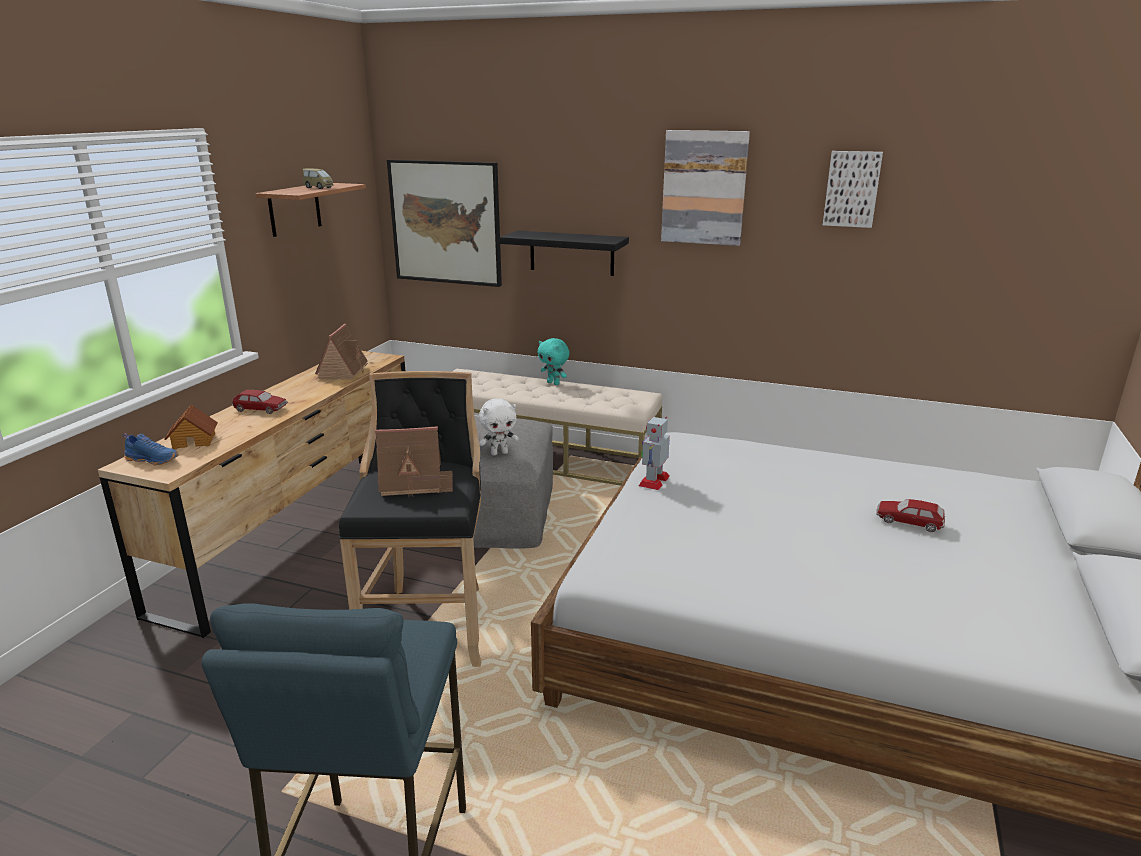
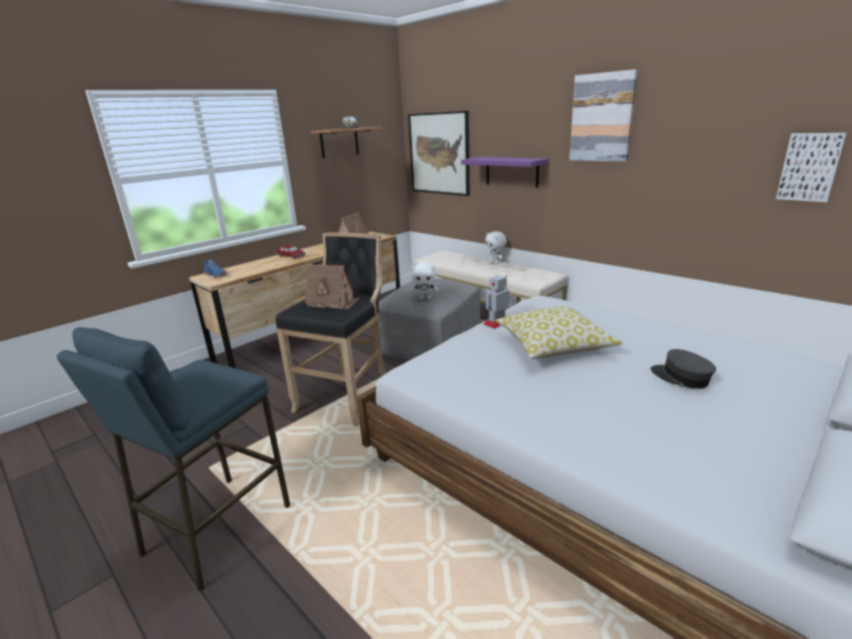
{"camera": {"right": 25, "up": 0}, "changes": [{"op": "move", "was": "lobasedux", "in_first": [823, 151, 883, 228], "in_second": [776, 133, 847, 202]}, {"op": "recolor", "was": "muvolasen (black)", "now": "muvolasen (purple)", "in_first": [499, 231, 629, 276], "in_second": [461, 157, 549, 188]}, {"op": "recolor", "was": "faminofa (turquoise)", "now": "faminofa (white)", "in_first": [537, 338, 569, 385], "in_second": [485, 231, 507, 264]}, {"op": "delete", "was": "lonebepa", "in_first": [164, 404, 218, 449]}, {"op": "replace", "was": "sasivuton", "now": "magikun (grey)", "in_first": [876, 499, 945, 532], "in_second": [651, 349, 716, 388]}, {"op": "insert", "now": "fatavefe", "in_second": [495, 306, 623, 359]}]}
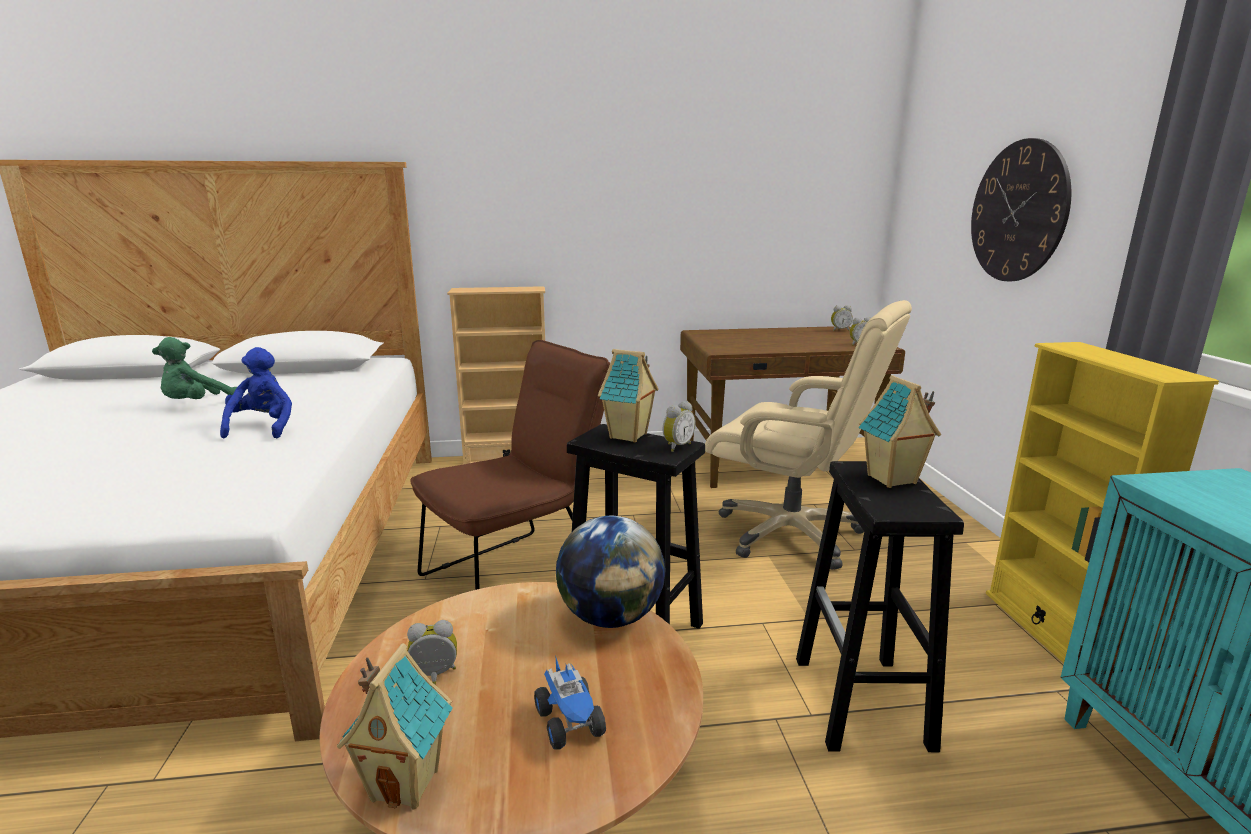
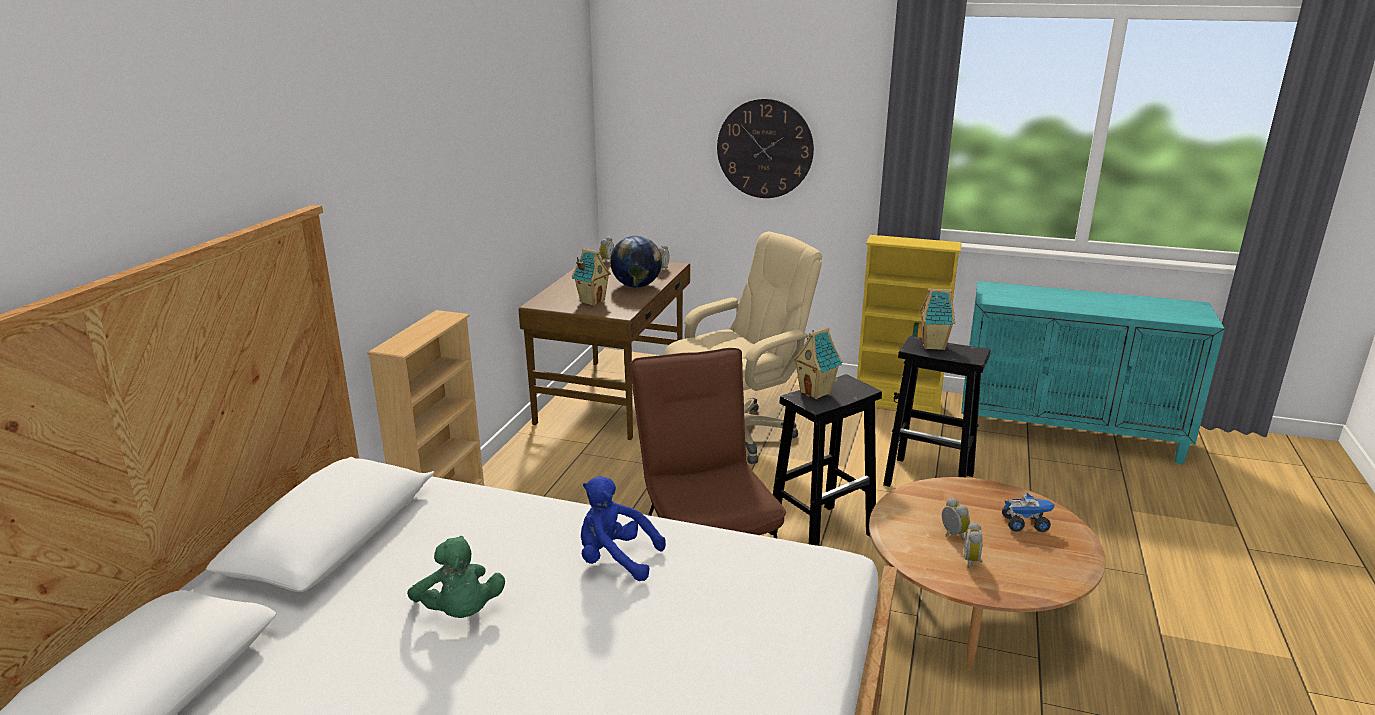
{"camera": {"right": -65, "up": 5}, "changes": [{"op": "move", "was": "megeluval", "in_first": [663, 401, 696, 452], "in_second": [942, 497, 970, 540]}, {"op": "move", "was": "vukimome", "in_first": [556, 516, 665, 628], "in_second": [610, 236, 662, 288]}, {"op": "move", "was": "lonebepa", "in_first": [337, 643, 453, 810], "in_second": [572, 248, 611, 306]}]}
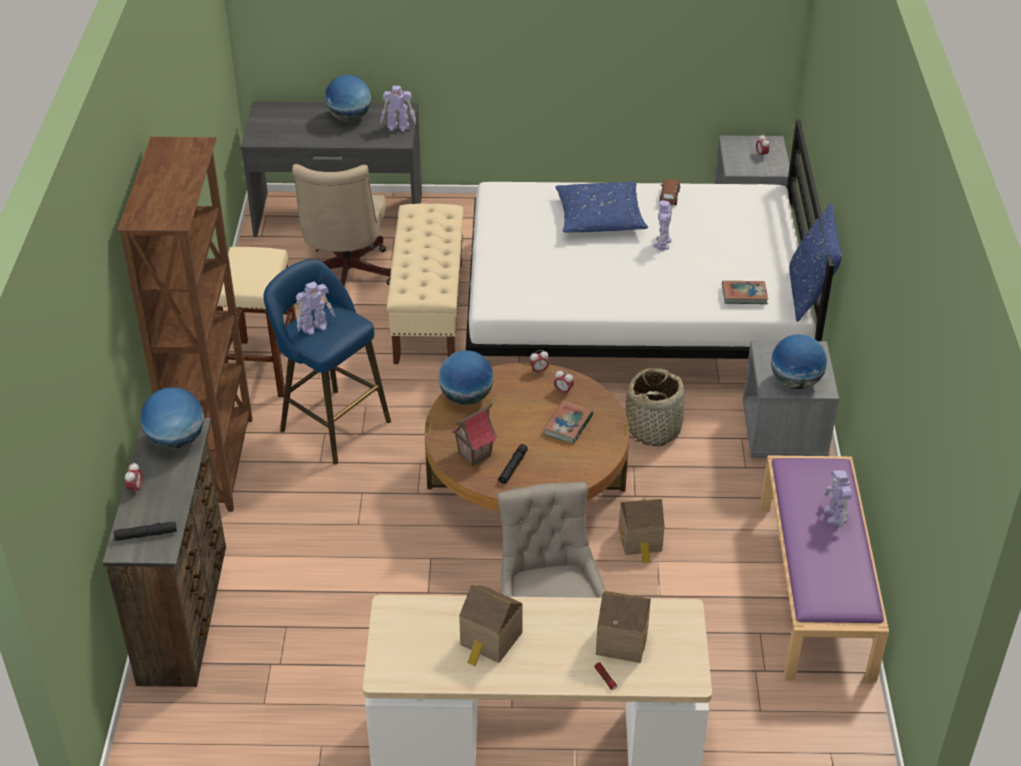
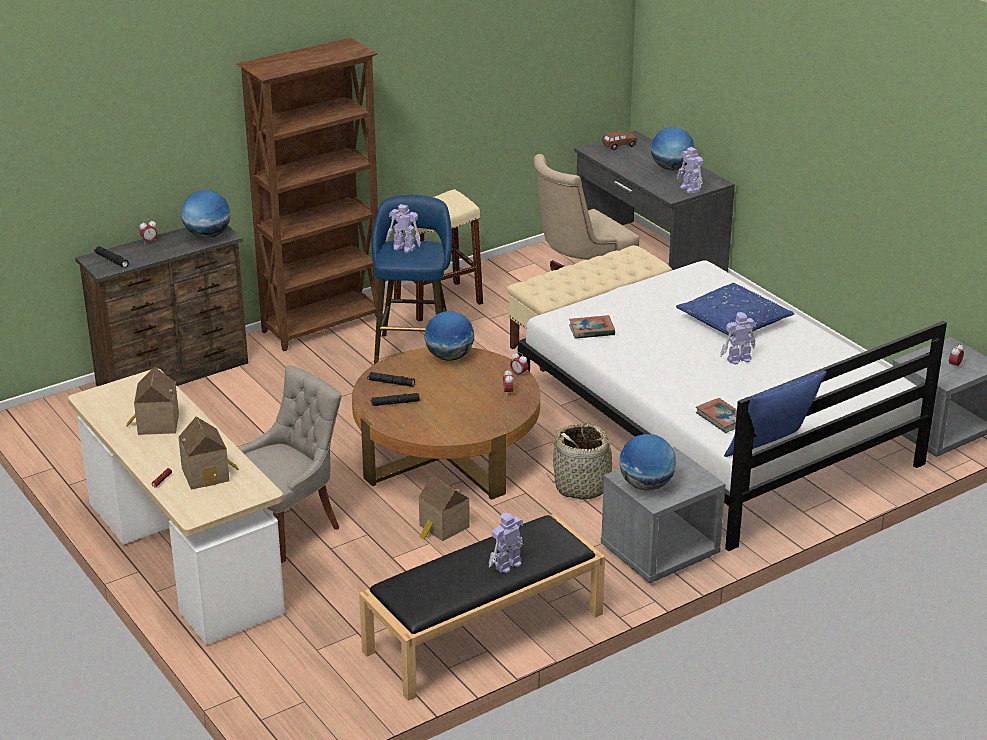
{"camera": {"right": 55, "up": -10}, "changes": [{"op": "move", "was": "sasivuton (brown)", "in_first": [659, 179, 681, 205], "in_second": [602, 131, 637, 150]}, {"op": "move", "was": "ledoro", "in_first": [543, 401, 593, 444], "in_second": [569, 315, 615, 339]}, {"op": "replace", "was": "lonebepa", "now": "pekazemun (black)", "in_first": [451, 403, 497, 466], "in_second": [367, 372, 415, 387]}, {"op": "recolor", "was": "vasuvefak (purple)", "now": "vasuvefak (black)", "in_first": [760, 455, 889, 682], "in_second": [359, 514, 605, 701]}]}
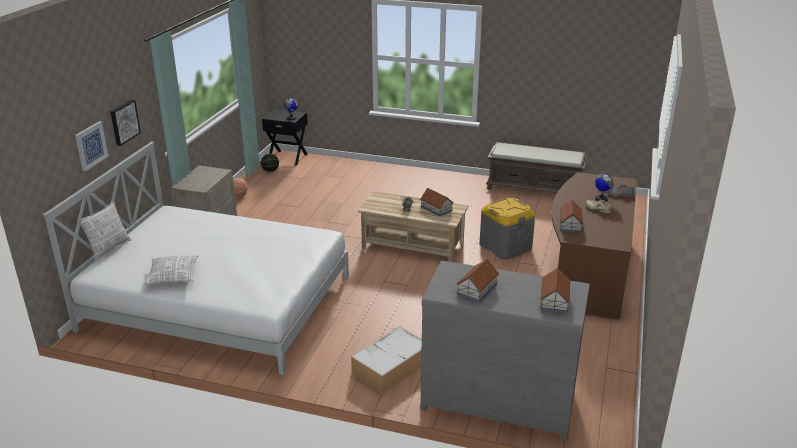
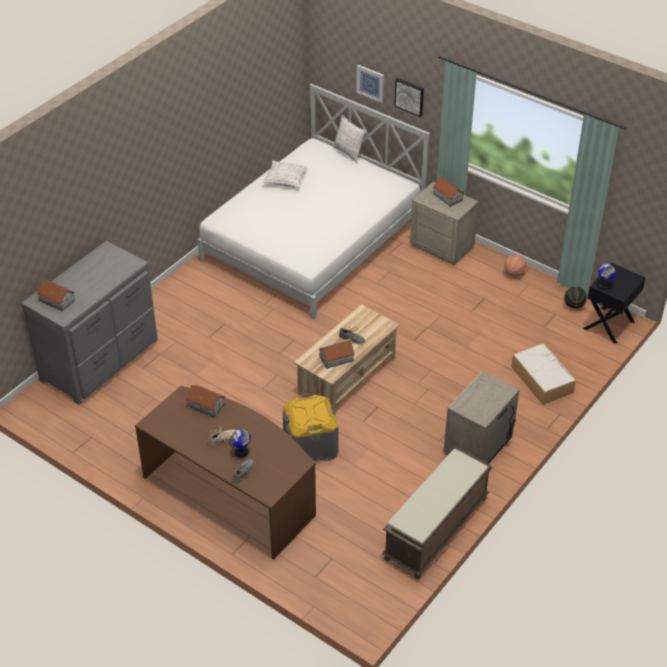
{"camera": {"right": 110, "up": 15}, "changes": [{"op": "move", "was": "lonebepa", "in_first": [456, 259, 499, 302], "in_second": [433, 176, 465, 207]}, {"op": "move", "was": "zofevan", "in_first": [351, 326, 422, 394], "in_second": [511, 343, 576, 405]}, {"op": "insert", "now": "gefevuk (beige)", "in_second": [444, 371, 520, 464]}]}
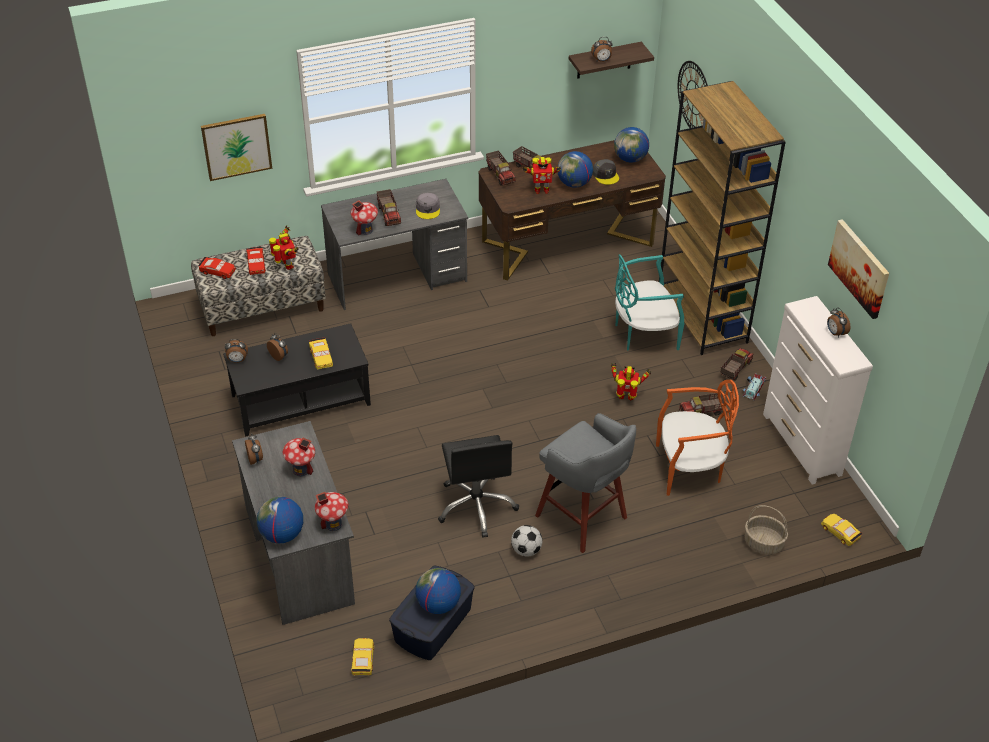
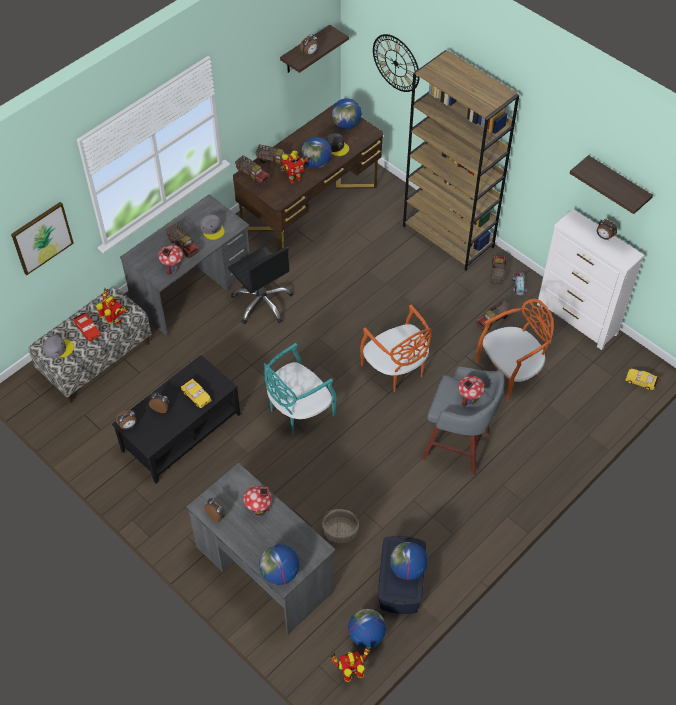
{"camera": {"right": -25, "up": 10}, "changes": [{"op": "replace", "was": "lobasedux", "now": "muvolasen", "in_first": [828, 219, 889, 319], "in_second": [569, 155, 653, 214]}, {"op": "move", "was": "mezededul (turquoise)", "in_first": [615, 254, 684, 351], "in_second": [263, 343, 337, 434]}, {"op": "replace", "was": "sasivuton (red)", "now": "magikun (grey)", "in_first": [198, 257, 236, 279], "in_second": [43, 336, 74, 358]}, {"op": "move", "was": "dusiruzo", "in_first": [611, 363, 652, 400], "in_second": [330, 646, 371, 682]}, {"op": "move", "was": "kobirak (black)", "in_first": [438, 435, 519, 538], "in_second": [228, 247, 293, 324]}, {"op": "move", "was": "lonebepa", "in_first": [315, 492, 348, 531], "in_second": [458, 376, 485, 406]}, {"op": "move", "was": "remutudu", "in_first": [745, 505, 788, 555], "in_second": [322, 509, 359, 543]}, {"op": "delete", "was": "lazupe", "in_first": [511, 525, 542, 557]}, {"op": "replace", "was": "sasivuton (yellow)", "now": "vukimome", "in_first": [351, 638, 374, 675], "in_second": [348, 609, 386, 648]}, {"op": "insert", "now": "mezededul (orange)", "in_second": [360, 304, 432, 392]}]}
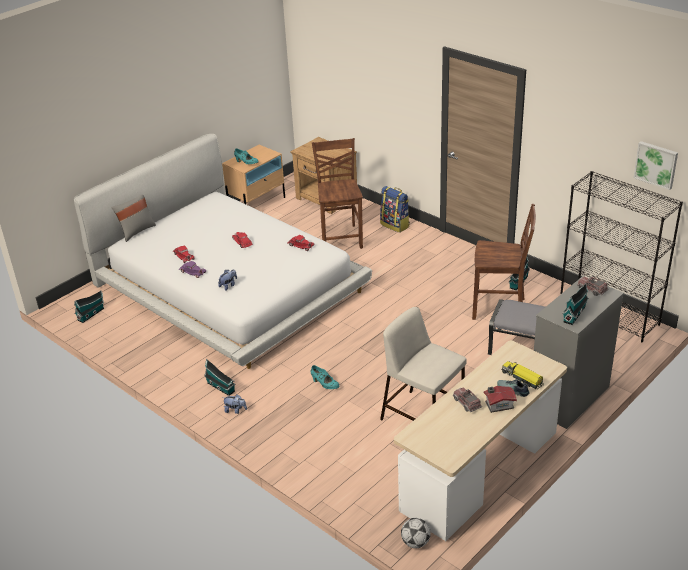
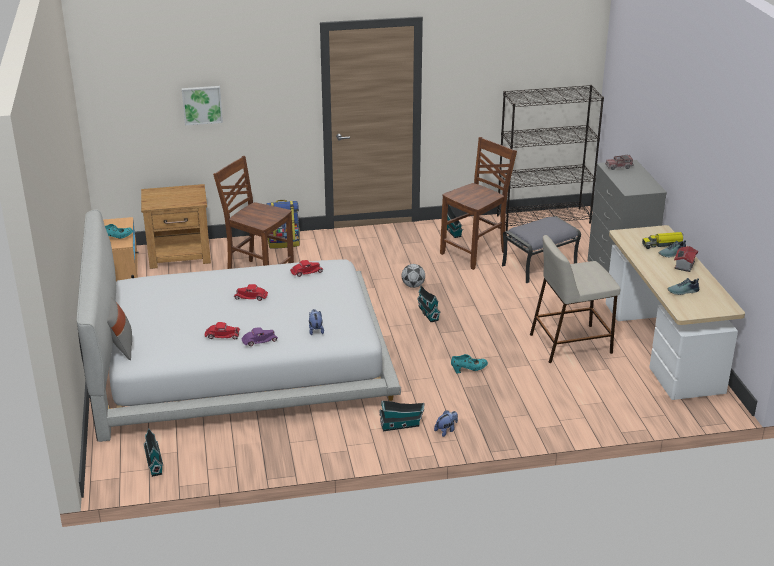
{"camera": {"right": -55, "up": -5}, "changes": [{"op": "move", "was": "lobasedux", "in_first": [633, 141, 678, 190], "in_second": [182, 86, 223, 125]}, {"op": "move", "was": "lonebepa", "in_first": [562, 283, 589, 325], "in_second": [417, 285, 441, 322]}, {"op": "delete", "was": "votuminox", "in_first": [453, 387, 482, 412]}, {"op": "move", "was": "lazupe", "in_first": [401, 518, 431, 548], "in_second": [402, 264, 425, 288]}, {"op": "insert", "now": "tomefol", "in_second": [668, 278, 699, 295]}]}
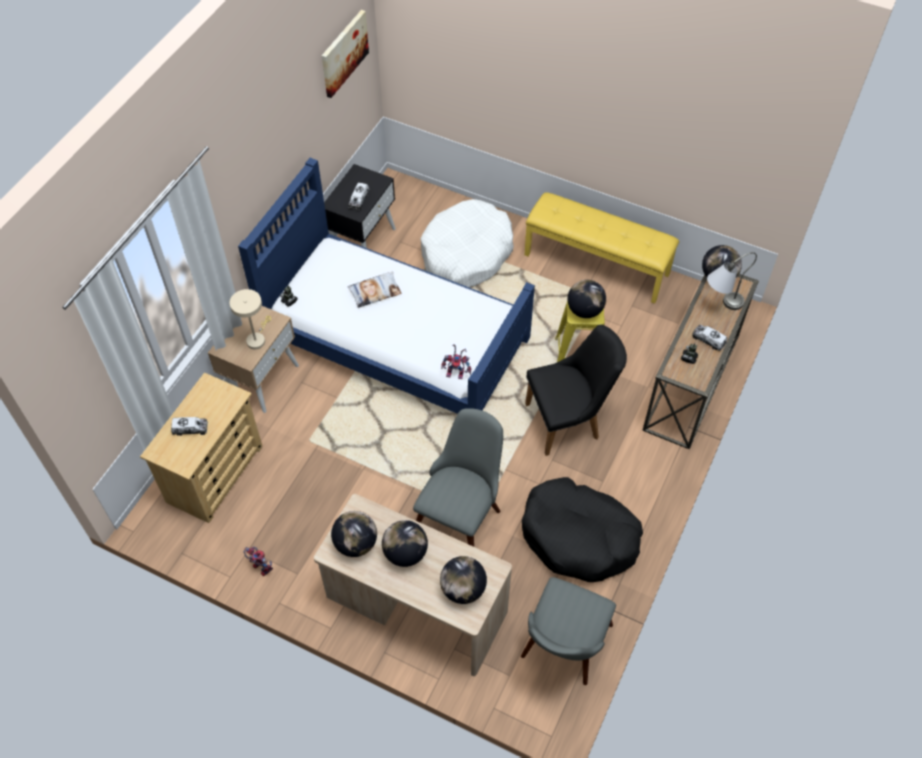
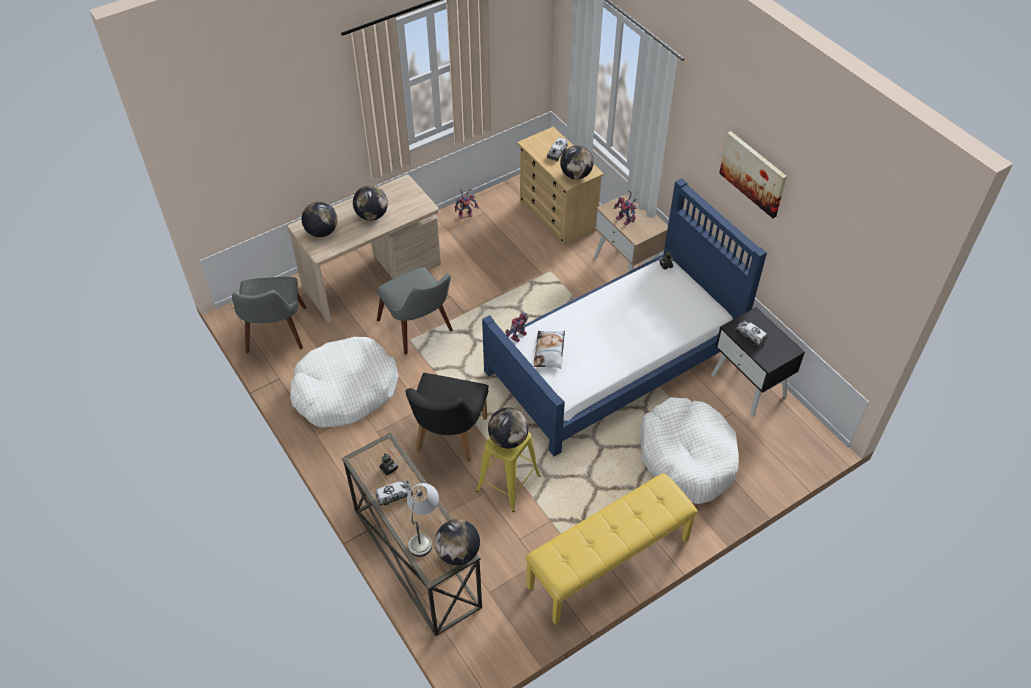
{"camera": {"right": 120, "up": -5}, "changes": [{"op": "move", "was": "lobasedux", "in_first": [322, 10, 369, 98], "in_second": [719, 131, 787, 218]}, {"op": "move", "was": "fatavefe", "in_first": [348, 272, 401, 308], "in_second": [534, 331, 565, 369]}, {"op": "replace", "was": "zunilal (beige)", "now": "dusiruzo", "in_first": [230, 289, 271, 349], "in_second": [614, 190, 637, 225]}, {"op": "recolor", "was": "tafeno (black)", "now": "tafeno (white)", "in_first": [522, 477, 643, 582], "in_second": [290, 337, 398, 427]}, {"op": "move", "was": "vukimome", "in_first": [331, 511, 377, 557], "in_second": [560, 145, 594, 179]}, {"op": "rotate", "was": "mezededul (grey)", "in_first": [521, 577, 616, 685], "in_second": [232, 277, 306, 353], "clockwise": -150}]}
